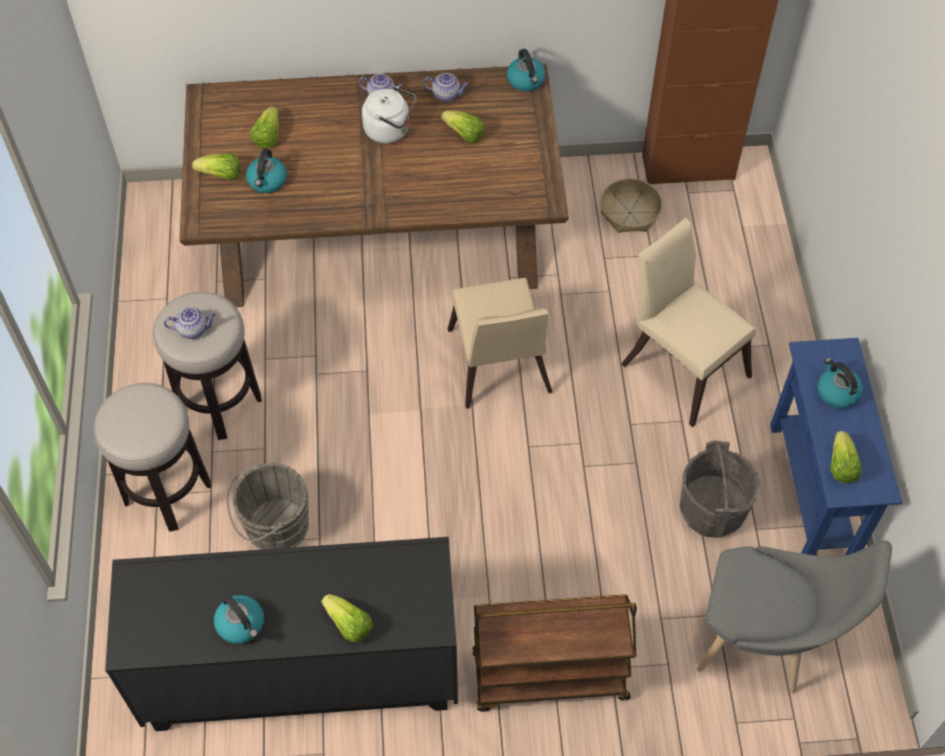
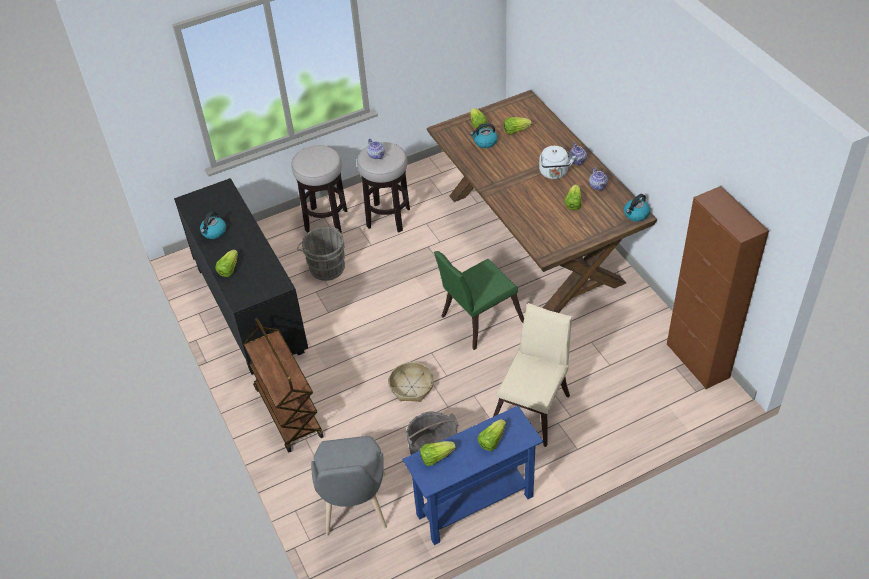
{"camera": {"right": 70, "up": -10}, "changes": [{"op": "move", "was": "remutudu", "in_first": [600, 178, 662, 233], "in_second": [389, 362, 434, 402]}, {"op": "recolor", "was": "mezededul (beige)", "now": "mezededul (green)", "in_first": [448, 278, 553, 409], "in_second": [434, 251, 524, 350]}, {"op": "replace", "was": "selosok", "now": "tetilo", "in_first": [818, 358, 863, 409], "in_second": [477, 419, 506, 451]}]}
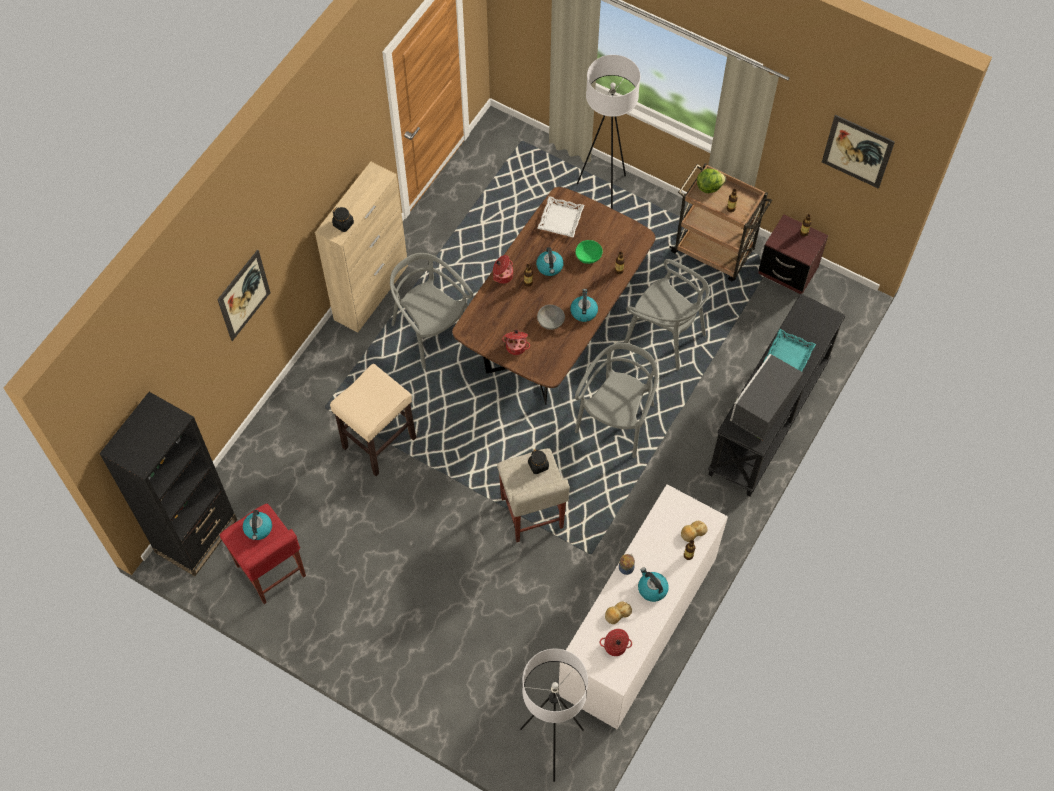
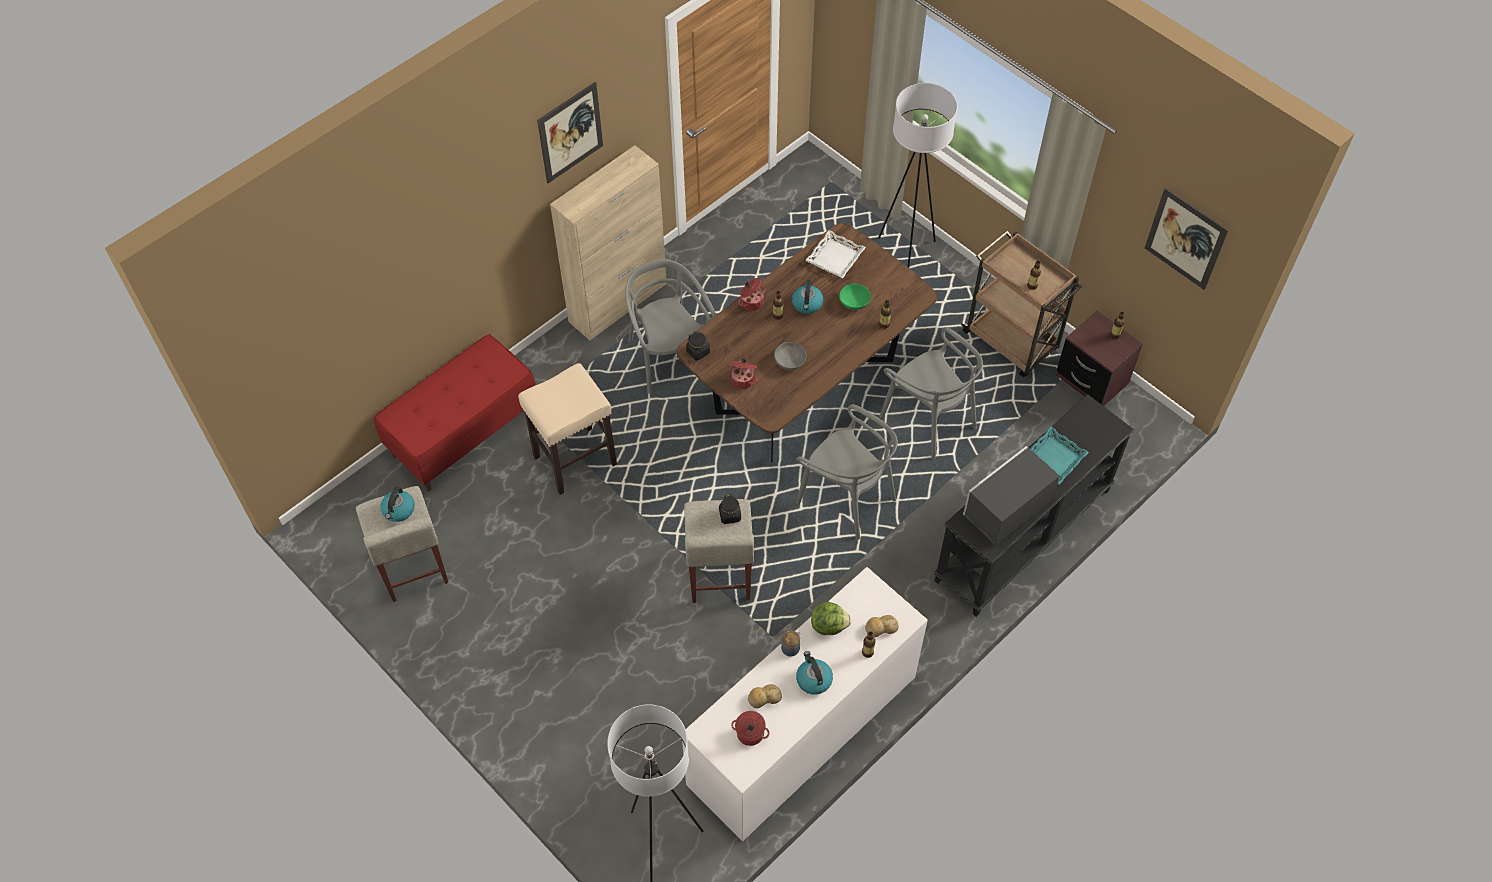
{"camera": {"right": 15, "up": -5}, "changes": [{"op": "move", "was": "tetilo", "in_first": [697, 168, 726, 193], "in_second": [811, 602, 852, 635]}, {"op": "move", "was": "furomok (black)", "in_first": [332, 207, 354, 232], "in_second": [686, 331, 710, 361]}, {"op": "move", "was": "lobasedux", "in_first": [217, 250, 271, 341], "in_second": [537, 82, 603, 183]}, {"op": "delete", "was": "selosok", "in_first": [570, 289, 598, 322]}, {"op": "rotate", "was": "mezededul (grey)", "in_first": [575, 343, 658, 458], "in_second": [796, 404, 898, 540], "clockwise": 90}, {"op": "delete", "was": "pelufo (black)", "in_first": [99, 392, 237, 576]}, {"op": "recolor", "was": "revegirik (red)", "now": "revegirik (beige)", "in_first": [220, 504, 306, 604], "in_second": [356, 486, 449, 602]}, {"op": "insert", "now": "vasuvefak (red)", "in_second": [373, 334, 536, 491]}]}
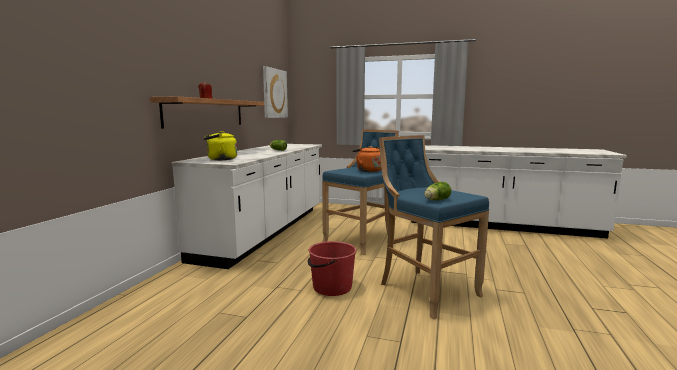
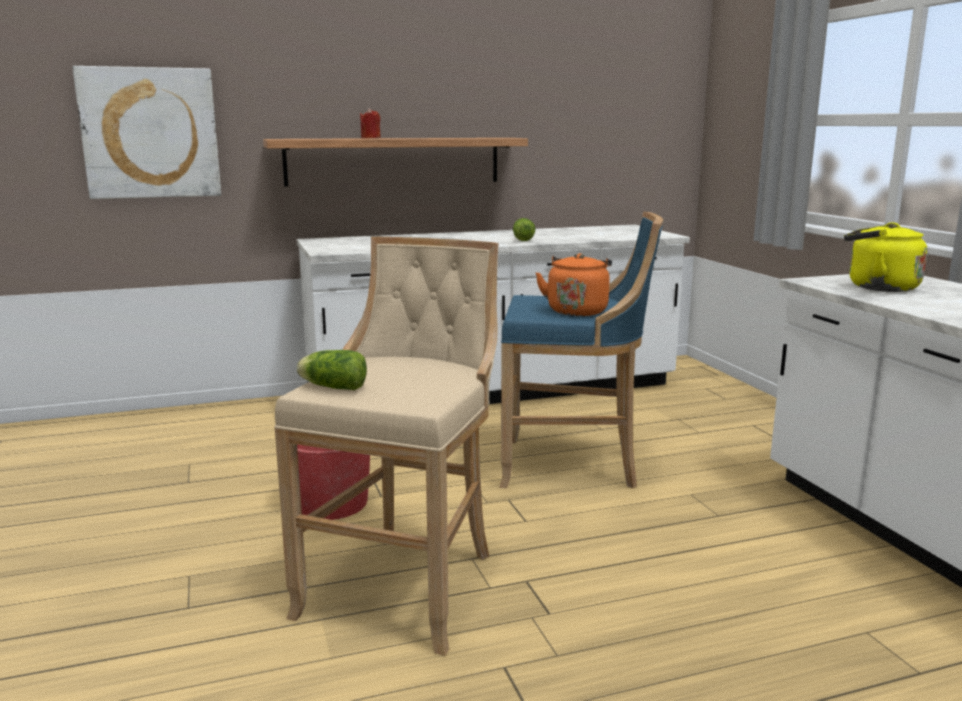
{"camera": {"right": 55, "up": 5}, "changes": [{"op": "move", "was": "lobasedux", "in_first": [263, 66, 288, 118], "in_second": [72, 66, 221, 199]}, {"op": "move", "was": "selosok (yellow)", "in_first": [204, 131, 237, 160], "in_second": [844, 222, 928, 292]}, {"op": "recolor", "was": "revegirik (blue)", "now": "revegirik (beige)", "in_first": [379, 135, 489, 319], "in_second": [274, 237, 499, 656]}]}
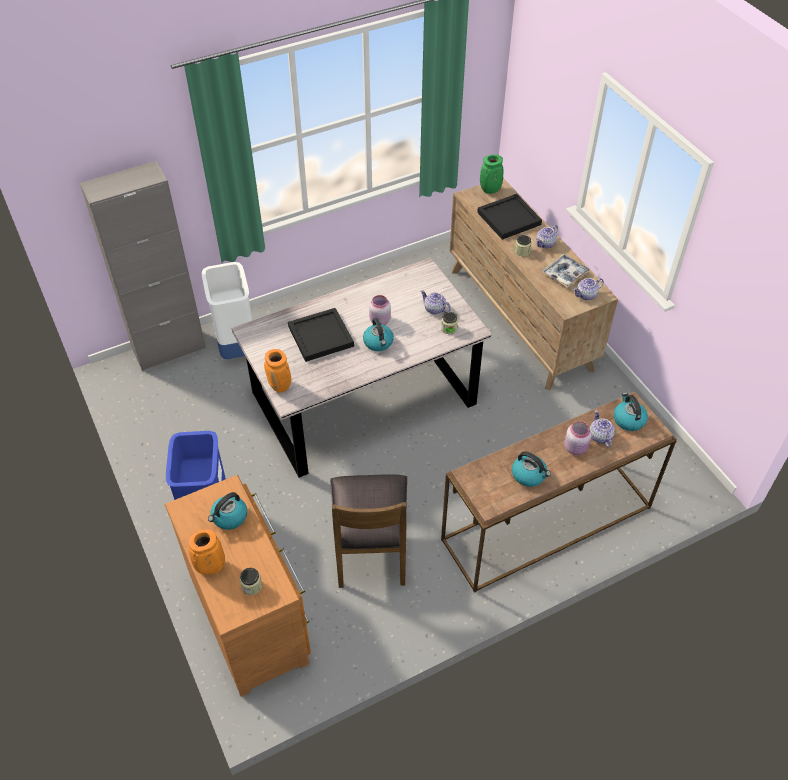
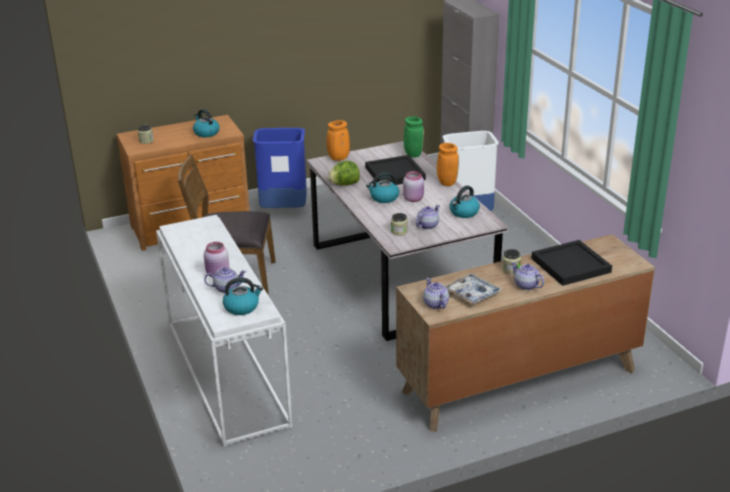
{"camera": {"right": 95, "up": -20}, "changes": [{"op": "move", "was": "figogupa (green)", "in_first": [480, 154, 503, 194], "in_second": [403, 116, 424, 158]}, {"op": "recolor", "was": "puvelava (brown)", "now": "puvelava (white)", "in_first": [441, 392, 677, 593], "in_second": [156, 215, 293, 447]}, {"op": "move", "was": "selosok", "in_first": [512, 451, 551, 487], "in_second": [450, 186, 480, 218]}, {"op": "move", "was": "figogupa (orange)", "in_first": [188, 529, 225, 575], "in_second": [437, 143, 459, 186]}, {"op": "insert", "now": "tetilo", "in_second": [328, 161, 360, 185]}]}
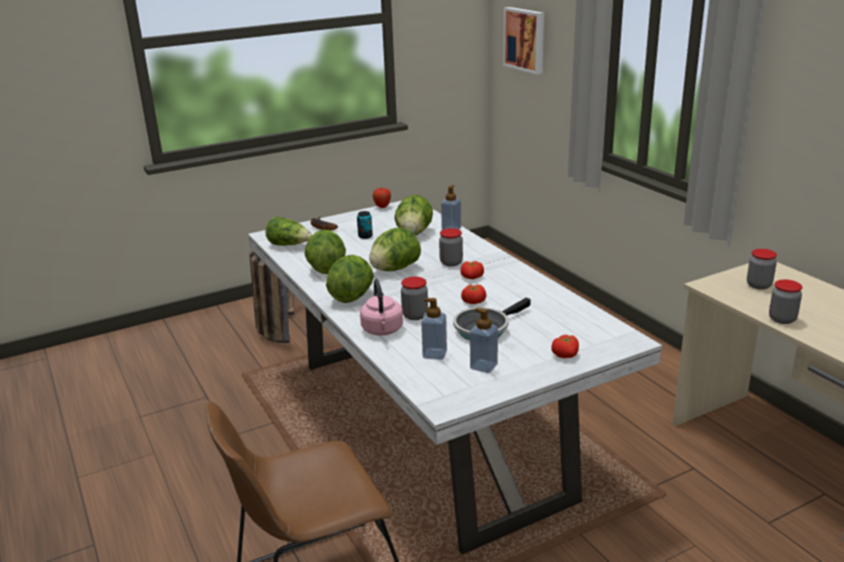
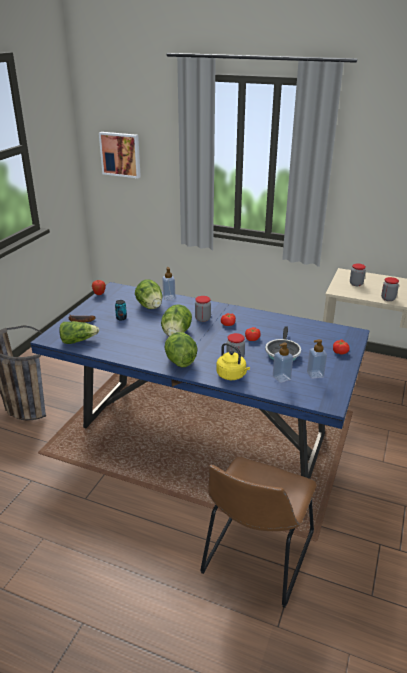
{"camera": {"right": -40, "up": 5}, "changes": [{"op": "recolor", "was": "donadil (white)", "now": "donadil (blue)", "in_first": [248, 201, 662, 555], "in_second": [30, 282, 370, 479]}, {"op": "delete", "was": "tetilo", "in_first": [304, 230, 346, 274]}, {"op": "recolor", "was": "selosok (pink)", "now": "selosok (yellow)", "in_first": [360, 279, 403, 336], "in_second": [216, 343, 250, 380]}]}
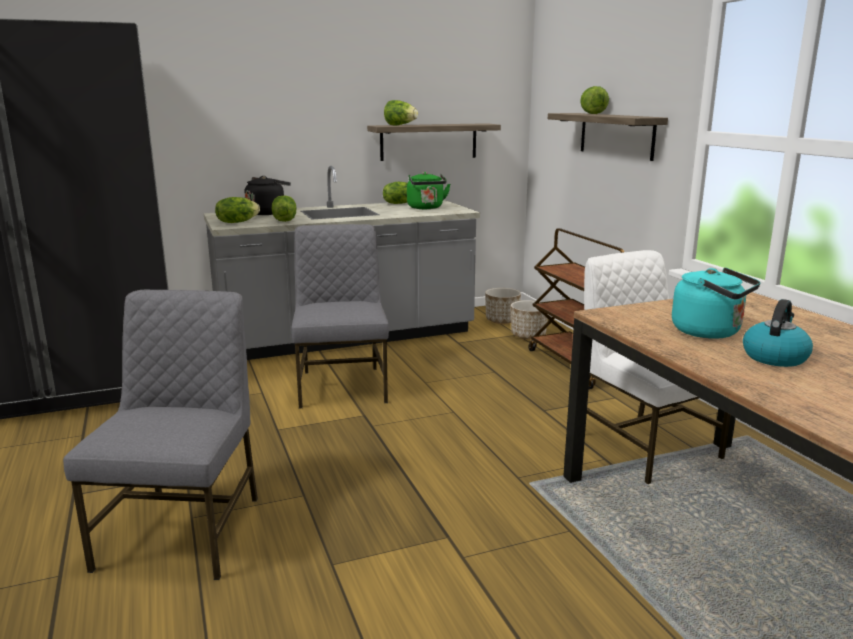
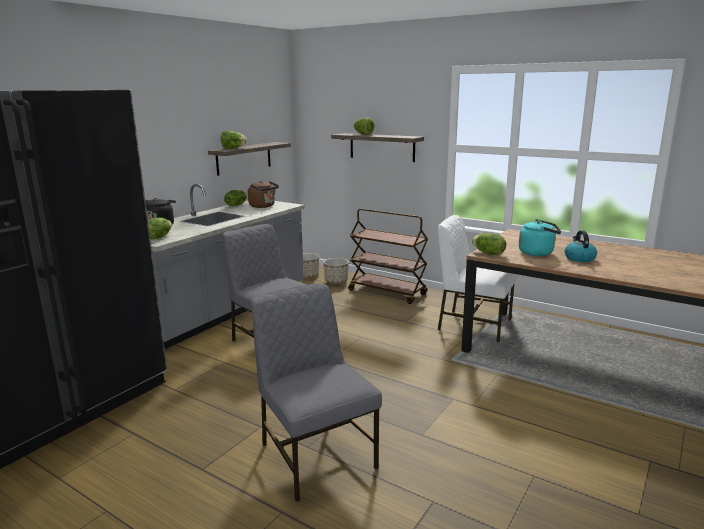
{"camera": {"right": -35, "up": 0}, "changes": [{"op": "recolor", "was": "selosok (green)", "now": "selosok (brown)", "in_first": [407, 172, 451, 209], "in_second": [248, 181, 279, 208]}, {"op": "move", "was": "tetilo", "in_first": [272, 195, 297, 222], "in_second": [472, 233, 506, 255]}]}
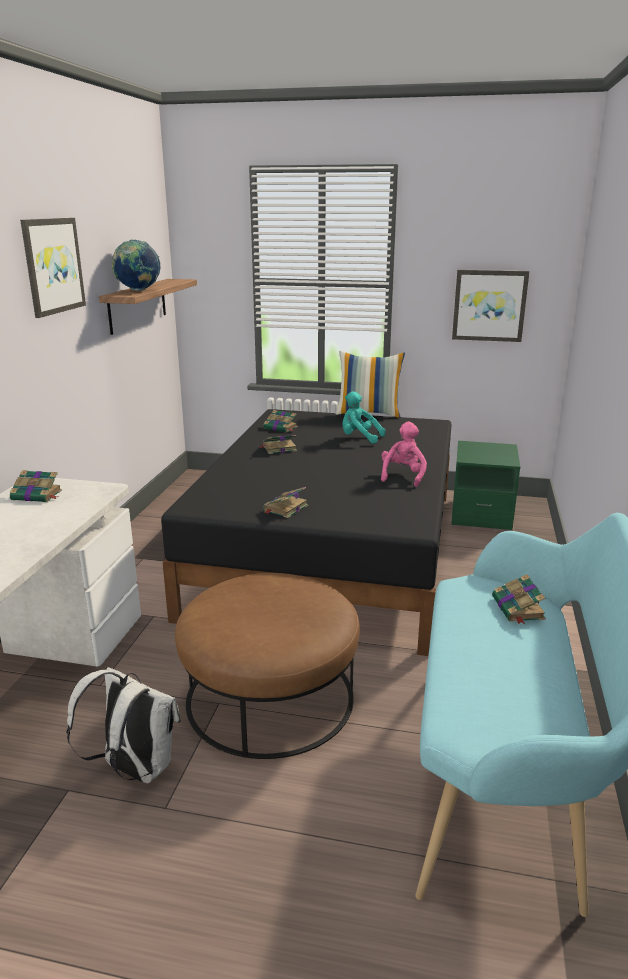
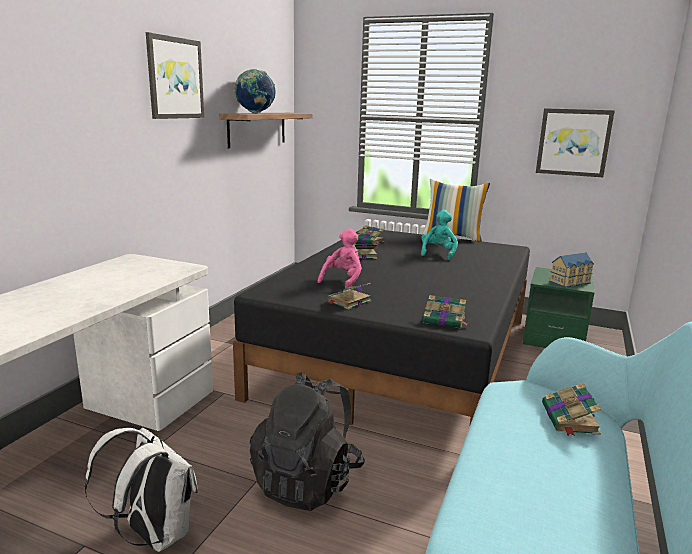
{"camera": {"right": 10, "up": -5}, "changes": [{"op": "rotate", "was": "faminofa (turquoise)", "in_first": [342, 392, 386, 444], "in_second": [421, 210, 458, 260], "clockwise": 75}, {"op": "move", "was": "faminofa (pink)", "in_first": [381, 421, 427, 487], "in_second": [318, 229, 362, 289]}, {"op": "move", "was": "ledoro", "in_first": [10, 470, 62, 502], "in_second": [423, 295, 469, 329]}, {"op": "replace", "was": "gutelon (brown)", "now": "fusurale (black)", "in_first": [175, 573, 360, 759], "in_second": [250, 372, 365, 511]}, {"op": "insert", "now": "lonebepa", "in_second": [549, 252, 594, 288]}]}
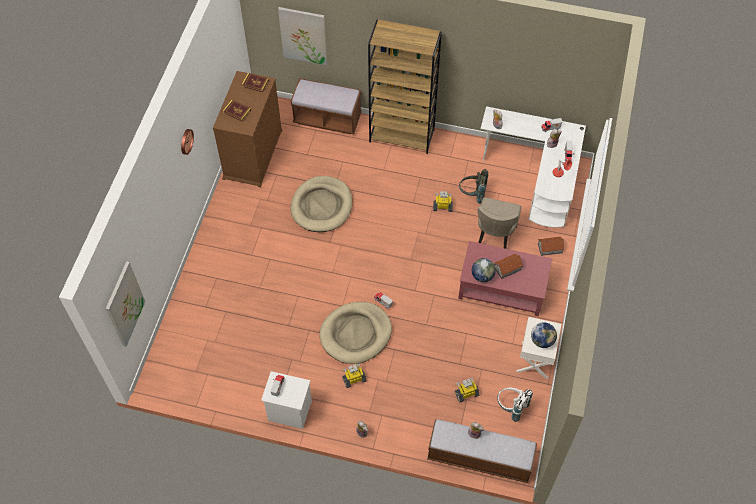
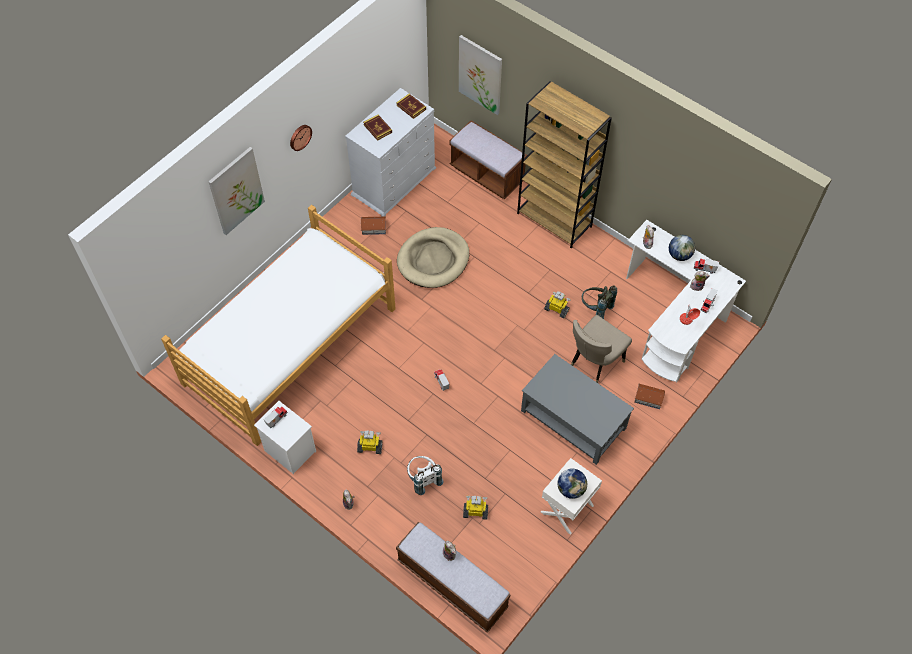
{"camera": {"right": 25, "up": 0}, "changes": [{"op": "recolor", "was": "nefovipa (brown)", "now": "nefovipa (white)", "in_first": [213, 71, 282, 187], "in_second": [345, 88, 436, 217]}, {"op": "recolor", "was": "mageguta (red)", "now": "mageguta (grey)", "in_first": [458, 241, 552, 316], "in_second": [521, 354, 634, 465]}, {"op": "move", "was": "lonebepa", "in_first": [494, 254, 523, 279], "in_second": [361, 217, 386, 235]}, {"op": "move", "was": "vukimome", "in_first": [472, 258, 496, 282], "in_second": [669, 235, 695, 261]}, {"op": "move", "was": "lobasedux", "in_first": [106, 261, 145, 347], "in_second": [208, 147, 265, 235]}, {"op": "delete", "was": "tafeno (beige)", "in_first": [319, 302, 392, 364]}, {"op": "move", "was": "fusurale (white)", "in_first": [497, 388, 533, 422], "in_second": [407, 456, 443, 495]}, {"op": "insert", "now": "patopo", "in_second": [161, 205, 396, 446]}]}
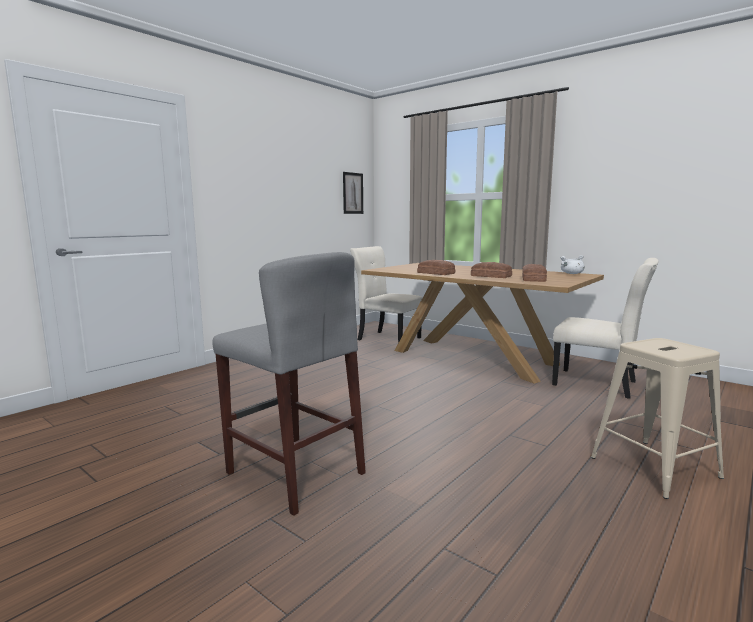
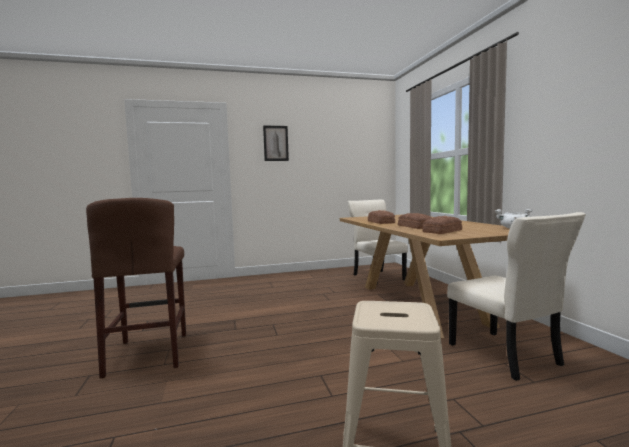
{"camera": {"right": 35, "up": -5}, "changes": [{"op": "move", "was": "lobasedux", "in_first": [343, 172, 363, 214], "in_second": [263, 125, 289, 161]}, {"op": "recolor", "was": "revegirik (grey)", "now": "revegirik (brown)", "in_first": [212, 252, 366, 516], "in_second": [86, 198, 186, 379]}]}
